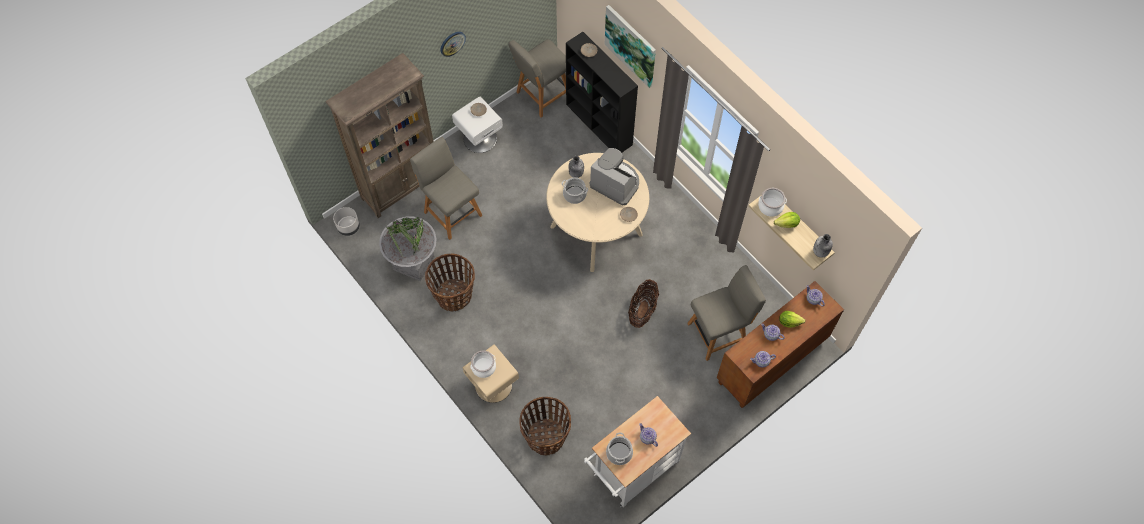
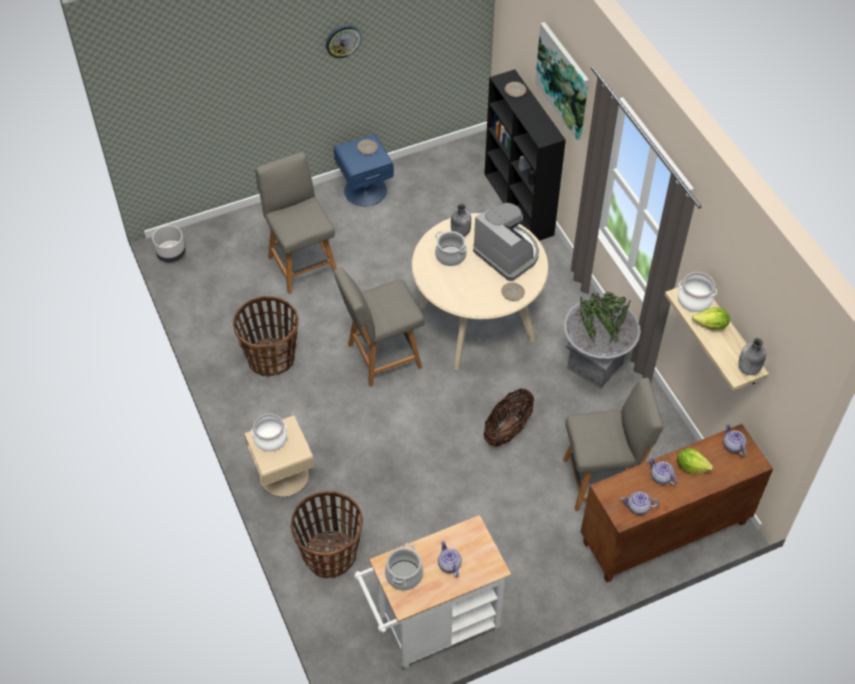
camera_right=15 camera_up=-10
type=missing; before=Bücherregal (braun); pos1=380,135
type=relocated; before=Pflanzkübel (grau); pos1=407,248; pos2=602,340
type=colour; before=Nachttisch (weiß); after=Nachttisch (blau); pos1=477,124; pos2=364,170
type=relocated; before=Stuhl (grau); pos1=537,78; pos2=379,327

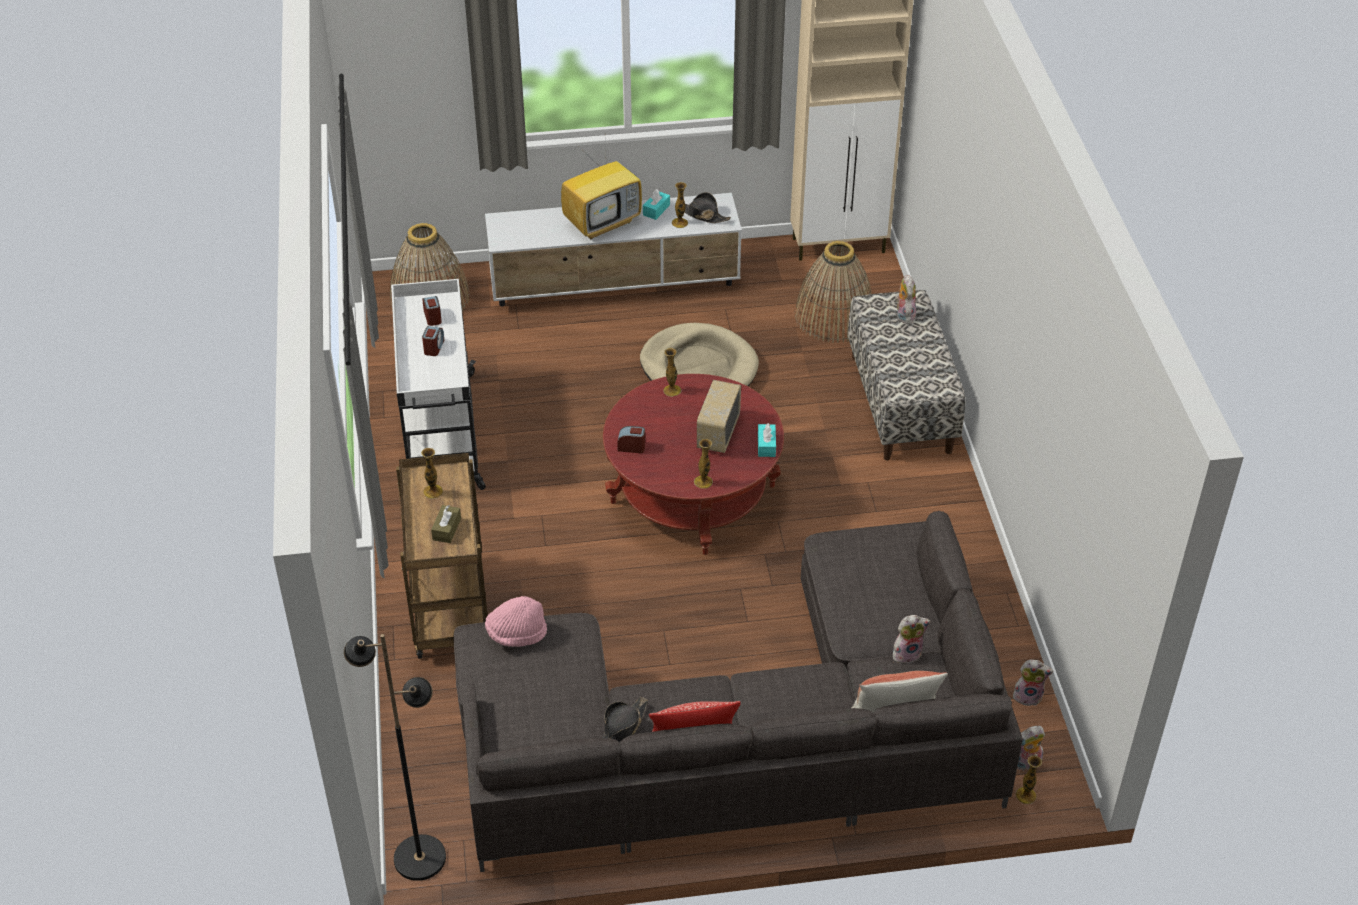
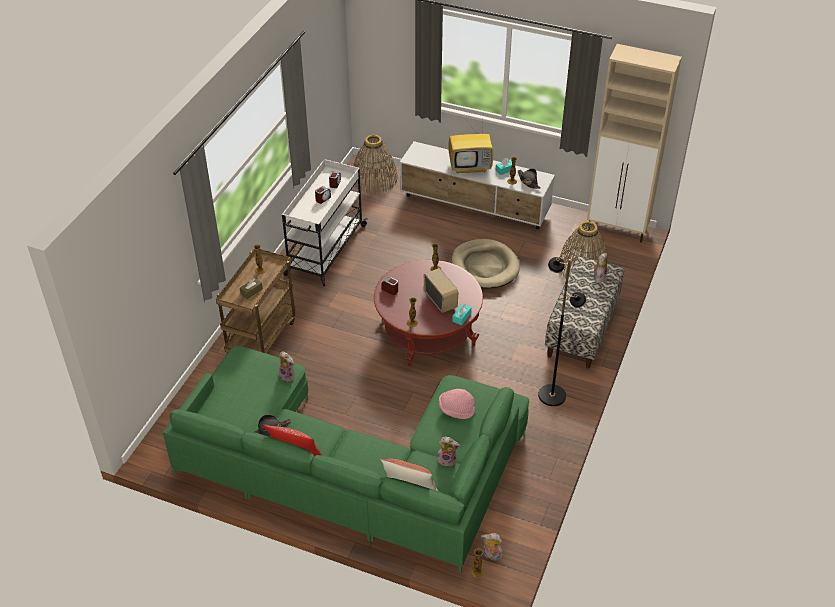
camera_right=30 camera_up=0
type=relocated; before=Stehlampe (schwarz); pos1=395,757; pos2=562,331
type=colour; before=Sofa (grau); after=Sofa (grün); pos1=738,691; pos2=346,459
type=relocated; before=Hut (rosa); pos1=516,621; pos2=457,404
type=spun; before=Radio; pos1=719,416; pos2=441,290; turn=105
type=relocated; before=Plüschtier; pos1=1033,682; pos2=287,366

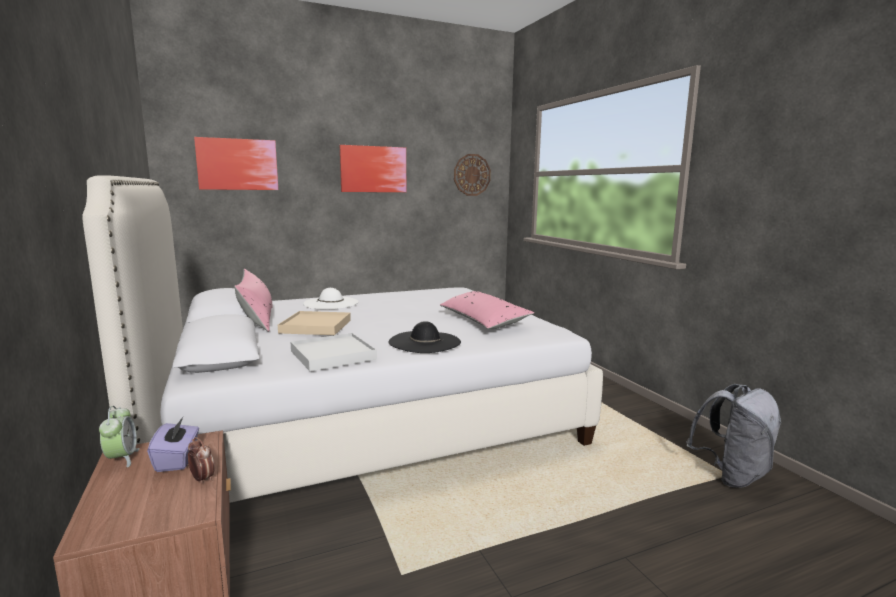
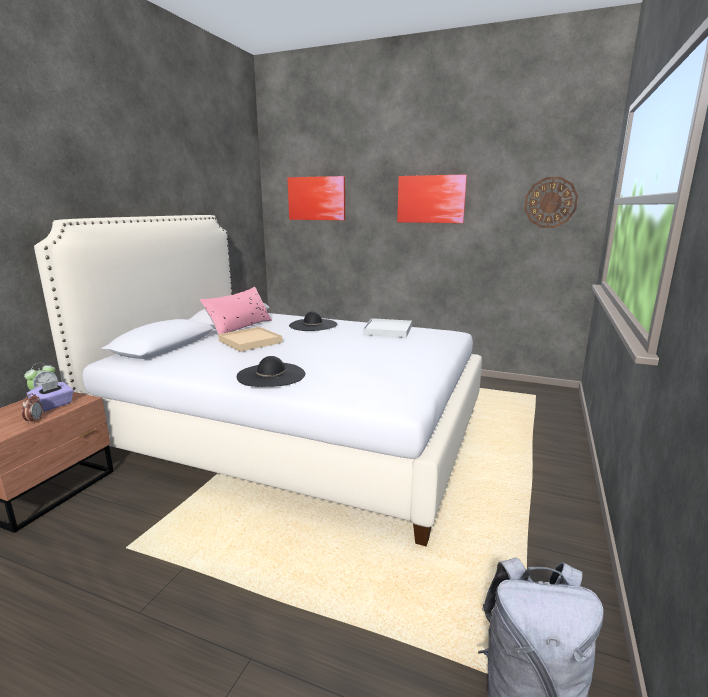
camera_right=45 camera_up=5
type=relocated; before=Tablett (weiß); pos1=334,352; pos2=387,328
type=colour; before=Hut (weiß); after=Hut (schwarz); pos1=331,298; pos2=313,321
type=missing; before=Kissen (rosa); pos1=487,310

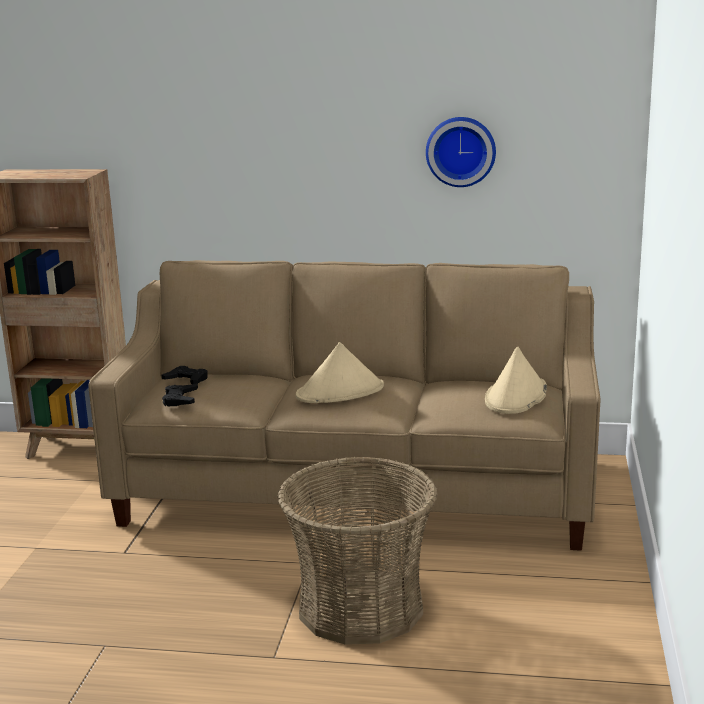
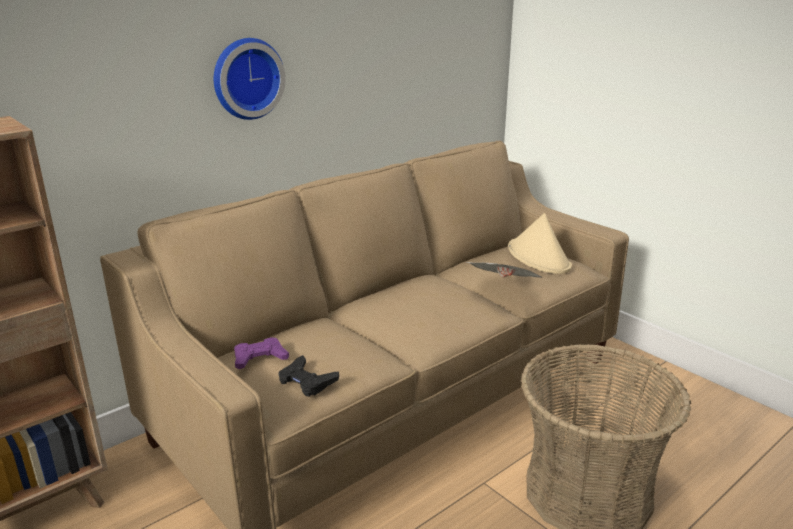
camera_right=-50 camera_up=5
type=colour; before=Gamepad (schwarz); after=Gamepad (lila); pos1=185,375; pos2=261,353
type=missing; before=Hut (beige); pos1=340,372
type=relocated; before=Wanduhr; pos1=461,152; pos2=250,79
type=appeared; after=Zeitung; pos2=503,270

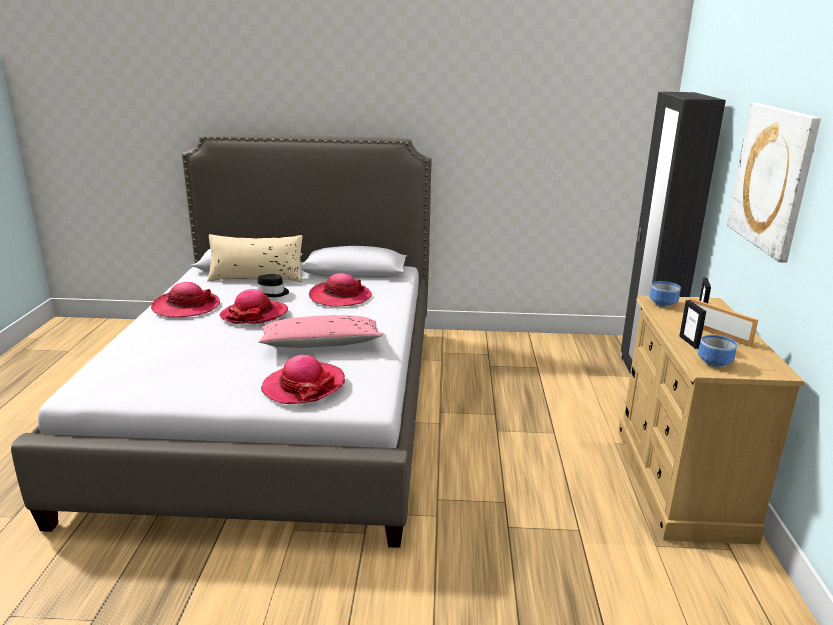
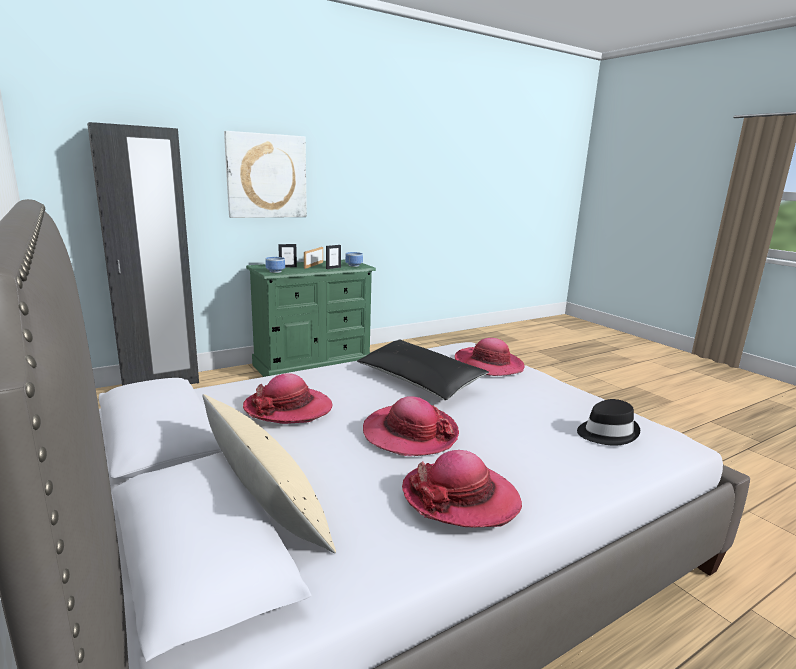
camera_right=-125 camera_up=-5
type=relocated; before=Hut (schwarz); pos1=273,285; pos2=608,422
type=colour; before=Kissen (rosa); after=Kissen (schwarz); pos1=321,331; pos2=423,370
type=colour; before=Kommode (beige); after=Kommode (grün); pos1=711,420; pos2=311,318

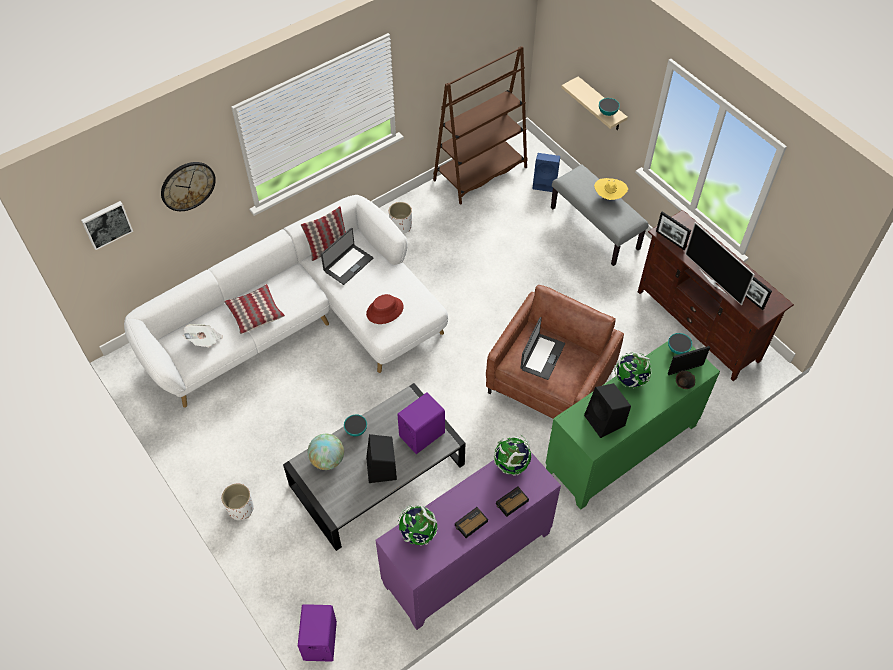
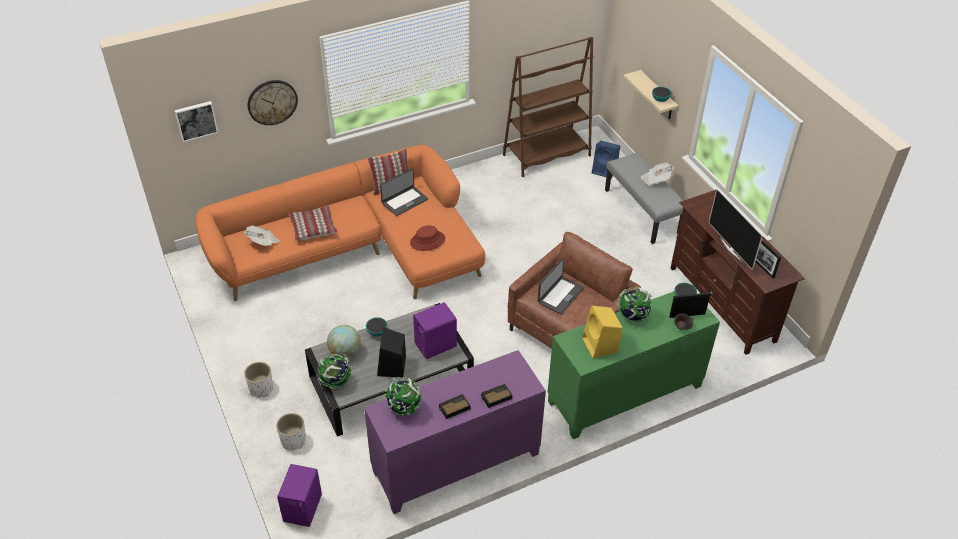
camera_right=10 camera_up=-10
type=colour; before=Sofa (weiß); after=Sofa (orange); pos1=286,301; pos2=340,223
type=relocated; before=Pflanzkübel (weiß); pos1=400,218; pos2=291,431
type=relocated; before=Globus; pos1=512,455; pos2=335,371
type=colour; before=Lautsprecher (schwarz); after=Lautsprecher (gelb); pos1=607,410; pos2=602,332
type=exchanged; before=Hut (gelb); after=Zeitung; pos1=611,189; pos2=657,174
type=missing; before=Bilderrahmen; pos1=673,231

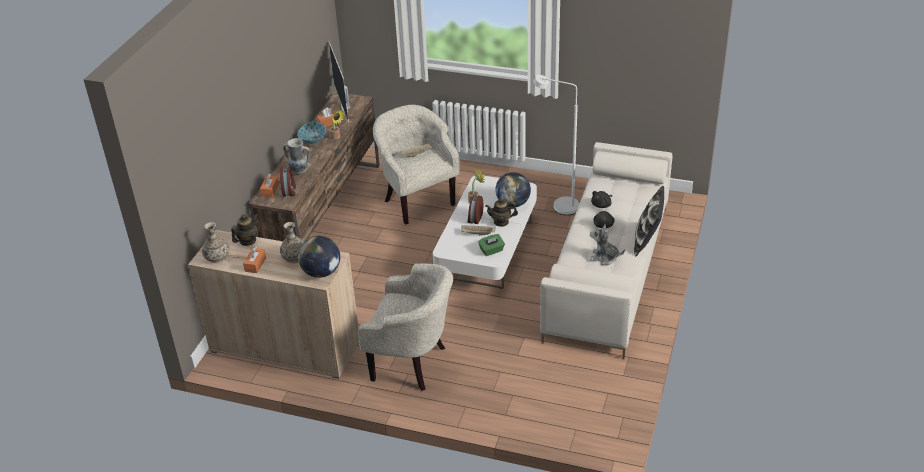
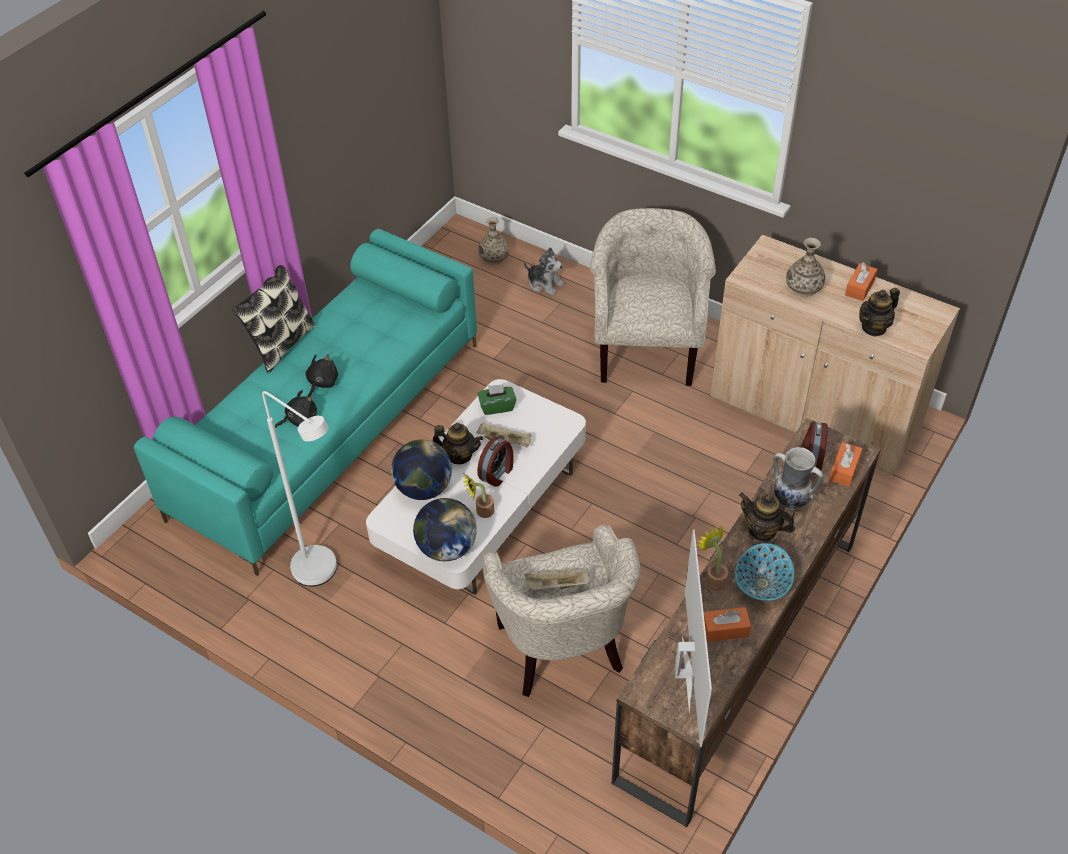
camera_right=-165 camera_up=10
type=relocated; before=Vase; pos1=215,242; pos2=493,241
type=relocated; before=Globus; pos1=319,257; pos2=445,529
type=spun; before=Sessel (beige); pos1=405,327; pos2=653,297; turn=60
type=colour; before=Sofa (beige); after=Sofa (türkis); pos1=606,250; pos2=305,402
type=relocated; before=Plüschtier; pos1=607,245; pos2=544,271
type=appeared; after=Teekanne; pos2=767,516

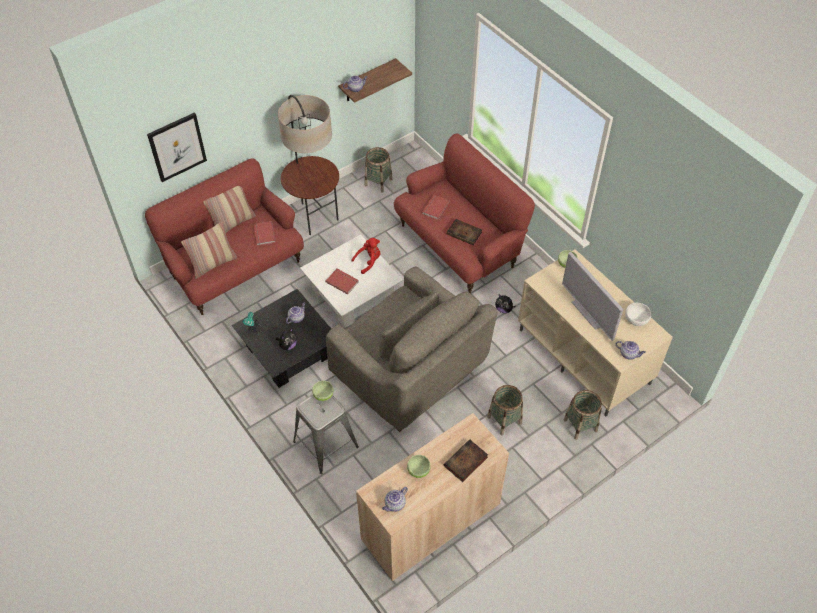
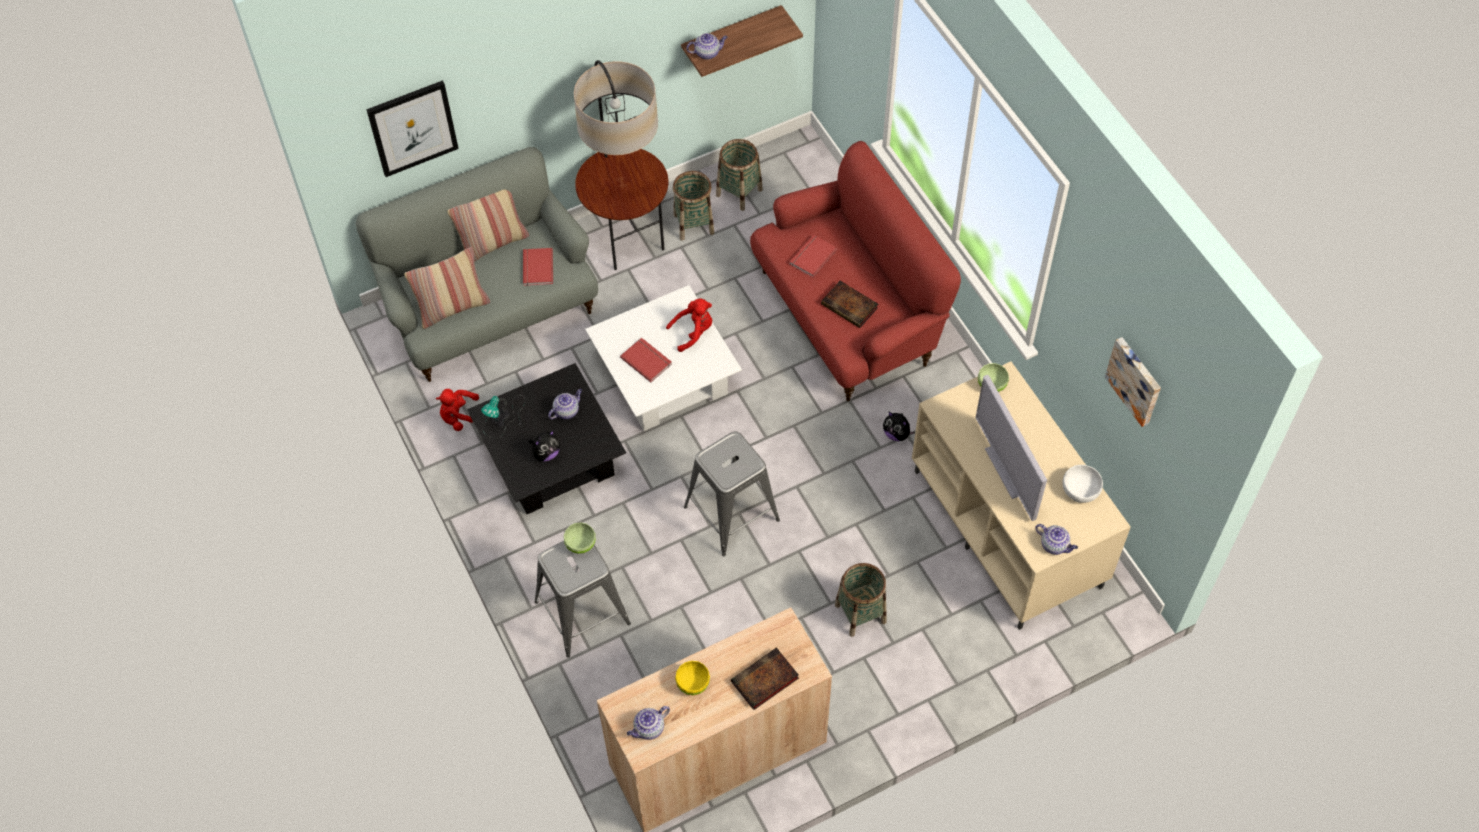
camera_right=10 camera_up=5
type=colour; before=Sofa (rot); after=Sofa (grau); pos1=224,237; pos2=477,264
type=exchanged; before=Sessel (grau); after=Hocker (grau); pos1=412,349; pos2=732,493
type=colour; before=Schüssel (grün); after=Schüssel (gelb); pos1=418,466; pos2=692,678
type=relocated; before=Korb; pos1=583,415; pos2=693,206
type=appeared; after=Plüschtier (rot); pos2=457,410
type=appeared; after=Bild; pos2=1133,382

